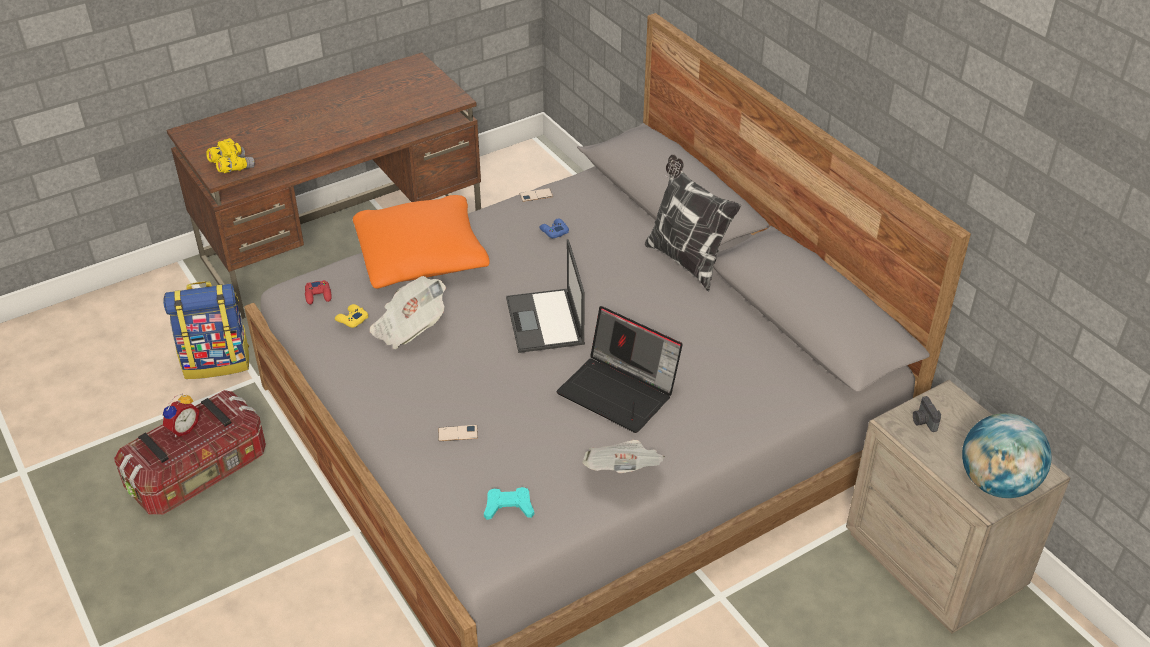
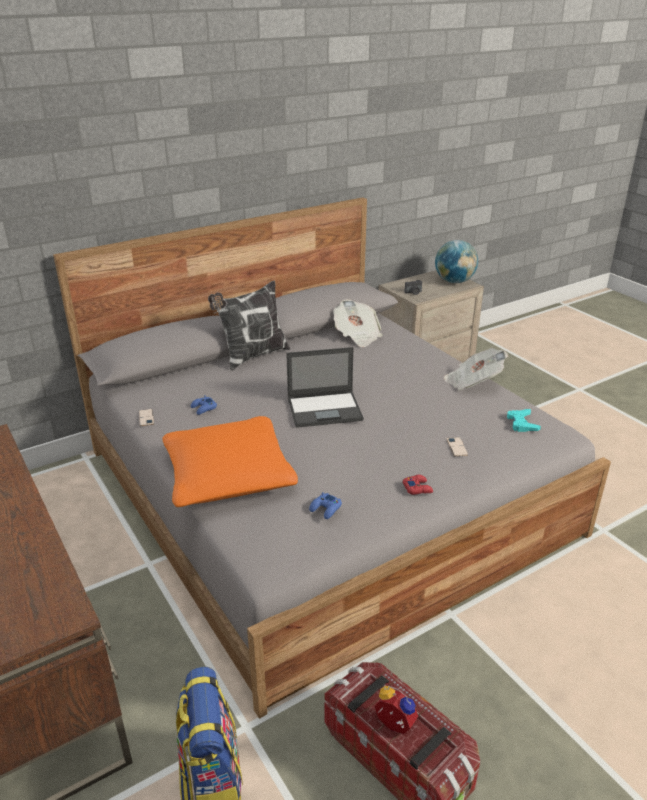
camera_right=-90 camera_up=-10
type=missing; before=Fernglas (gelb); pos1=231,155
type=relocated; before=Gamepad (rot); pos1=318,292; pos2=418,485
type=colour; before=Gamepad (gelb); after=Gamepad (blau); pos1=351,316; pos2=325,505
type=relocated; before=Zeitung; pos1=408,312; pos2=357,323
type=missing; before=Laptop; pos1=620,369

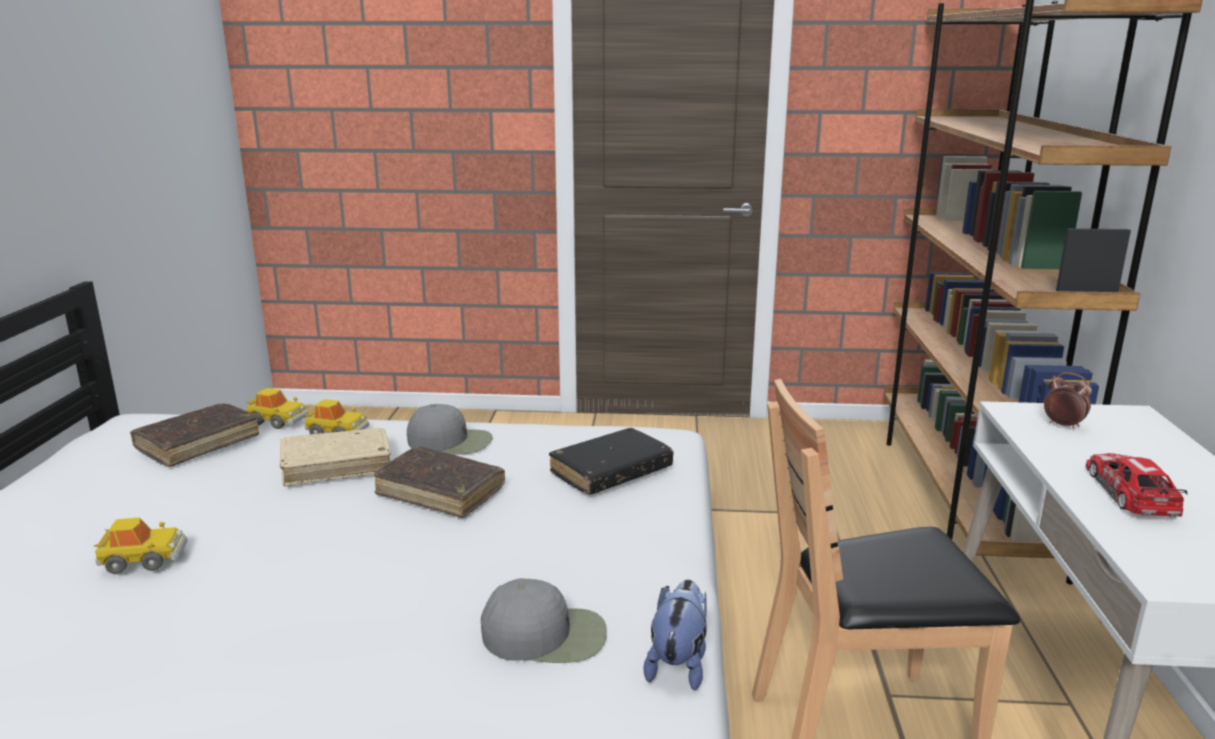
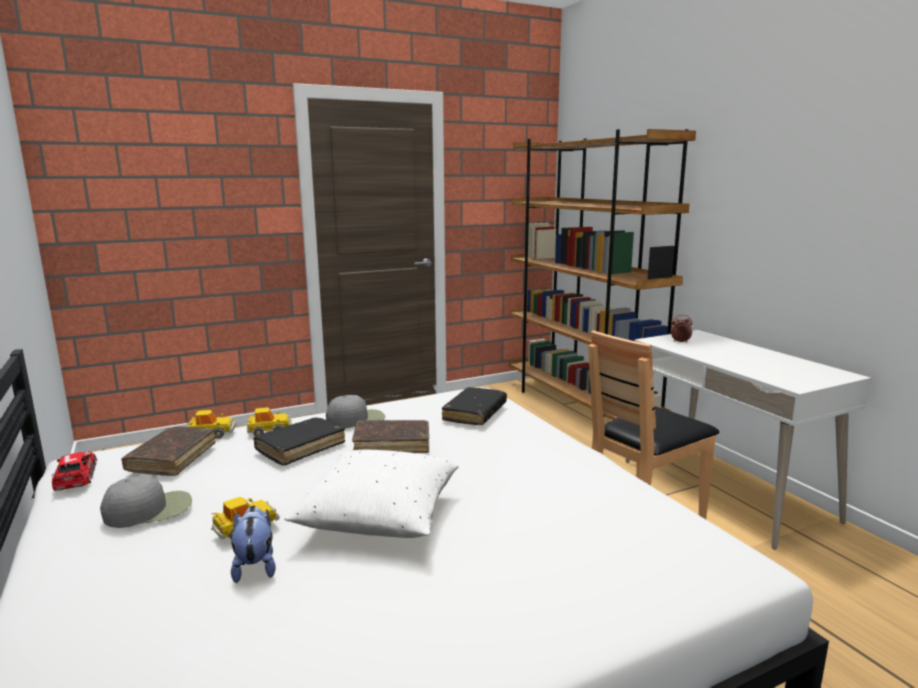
camera_right=-30 camera_up=-5
type=colour; before=Buch (beige); after=Buch (schwarz); pos1=335,457; pos2=299,442
type=relocated; before=Kappe (grau); pos1=544,620; pos2=146,502
type=relocated; before=Plüschtier; pos1=675,635; pos2=253,544
type=relocated; before=Spielzeugauto; pos1=1137,485; pos2=74,471
type=appeared; after=Kissen (weiß); pos2=372,494

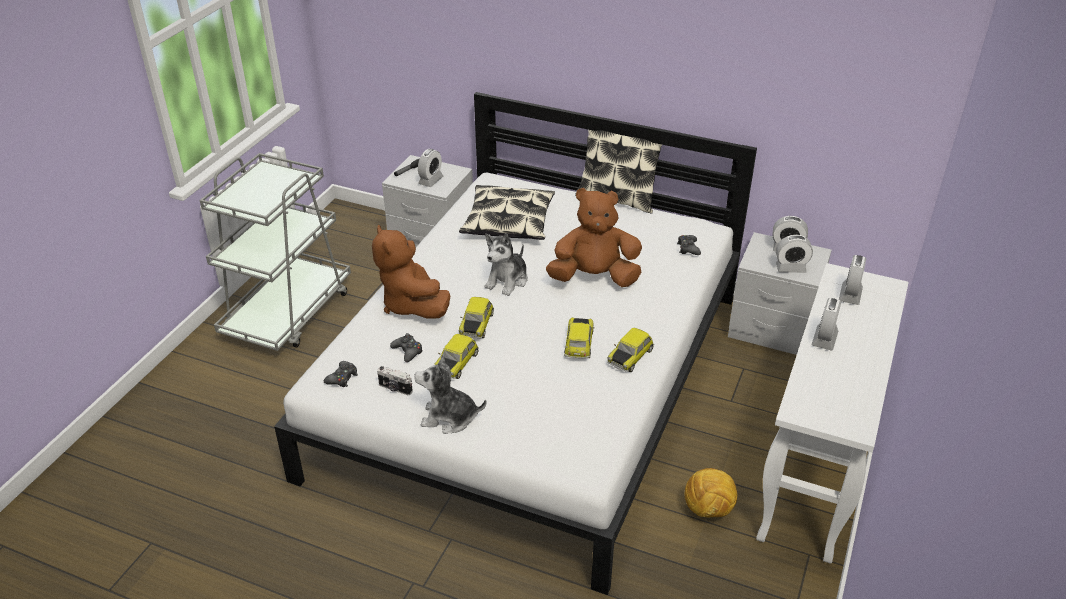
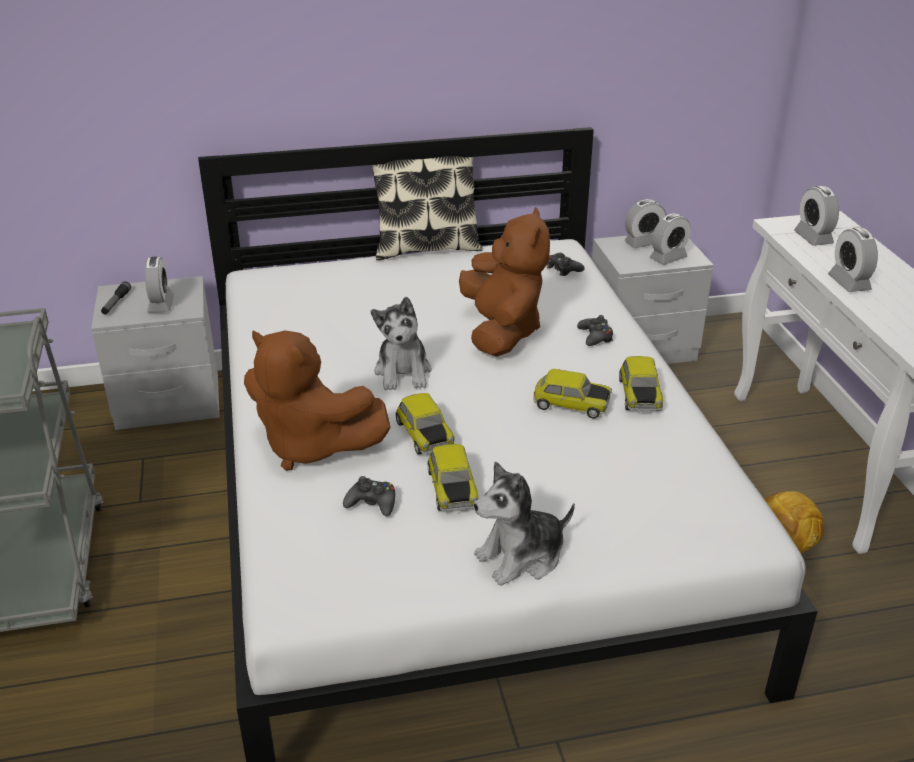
camera_right=-35 camera_up=-5
type=relocated; before=Gamepad (schwarz); pos1=341,374; pos2=595,330
type=missing; before=Kamera; pos1=395,380
type=missing; before=Kissen; pos1=507,212
type=spun; before=Plüschtier (braun); pos1=594,237; pos2=504,282; turn=120
type=spun; before=Spielzeugauto; pos1=579,337; pos2=572,394; turn=135

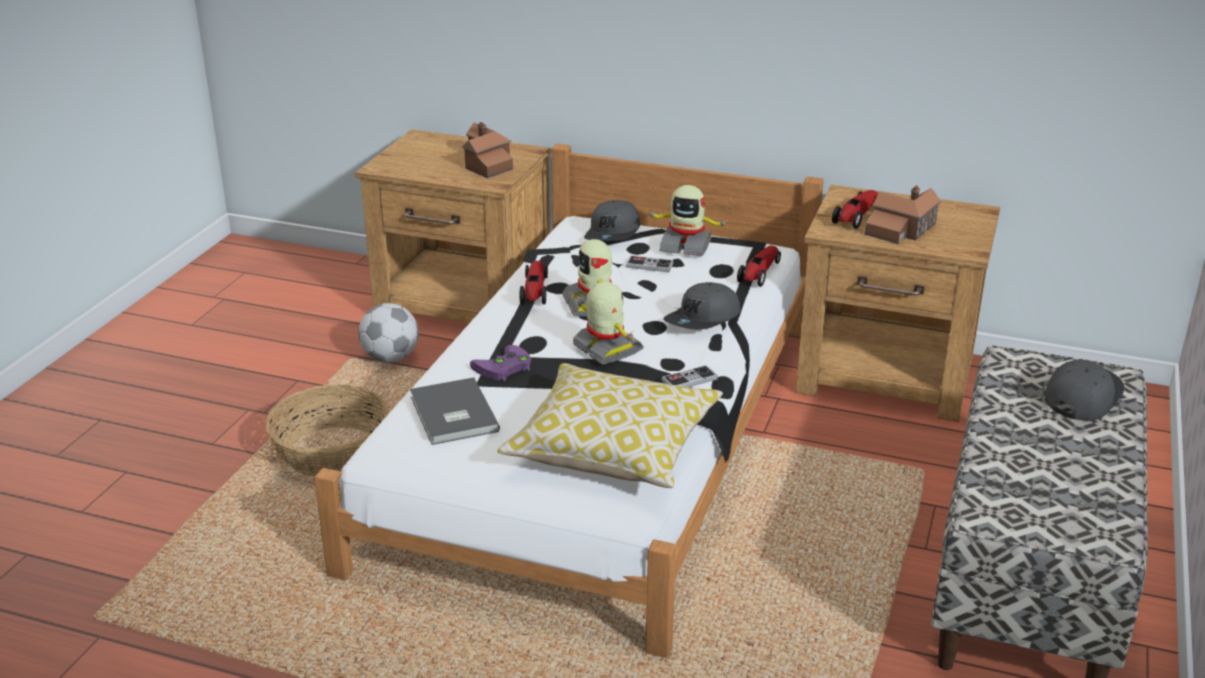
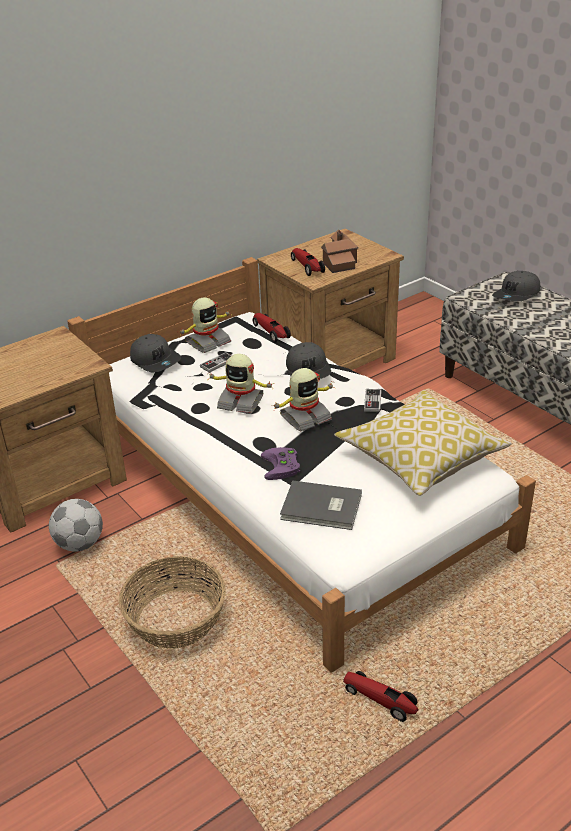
camera_right=-55 camera_up=5
type=missing; before=Spielzeughaus; pos1=487,150
type=relocated; before=Spielzeugauto; pos1=534,282; pos2=380,696
type=spun; before=Spielzeugroboter; pos1=608,323; pos2=303,400; turn=150
type=spun; before=Kappe (grau); pos1=1084,390; pos2=516,286; turn=-120

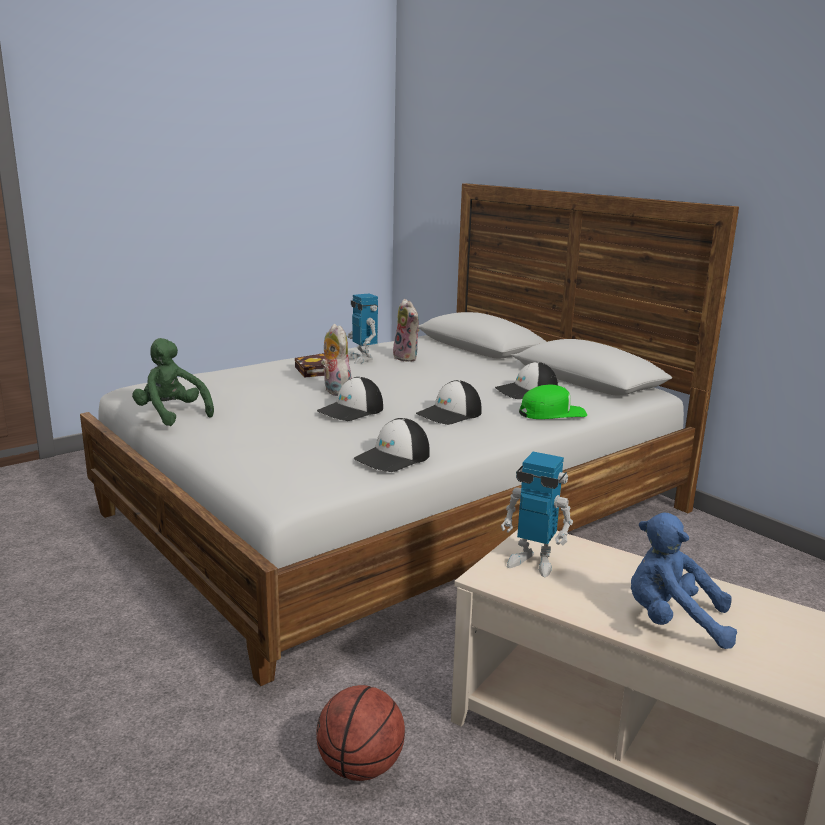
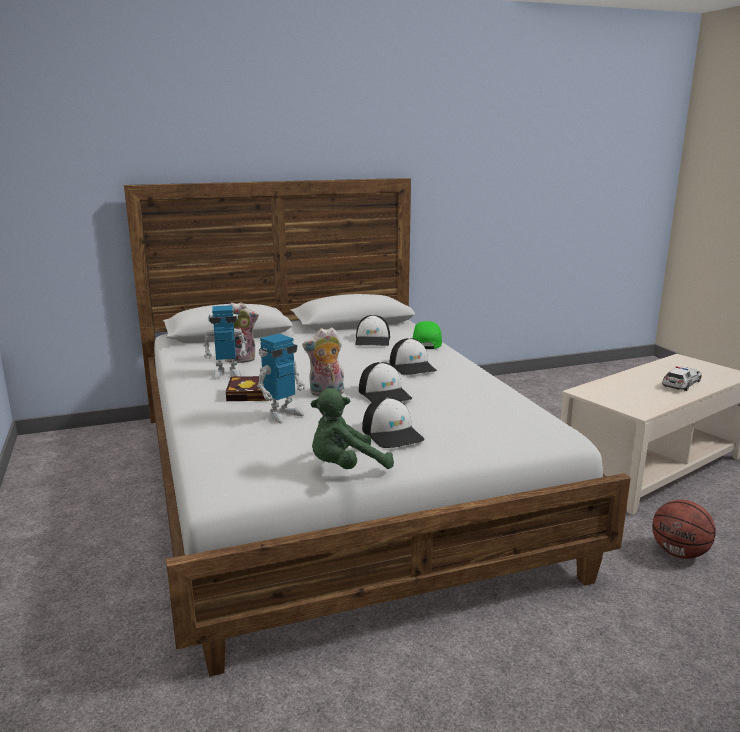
camera_right=-70 camera_up=0
type=relocated; before=Kappe; pos1=392,445; pos2=393,422
type=relocated; before=Spielzeugroboter; pos1=537,514; pos2=281,378
type=exchanged; before=Plüschtier (blau); after=Spielzeugauto; pos1=684,580; pos2=682,378

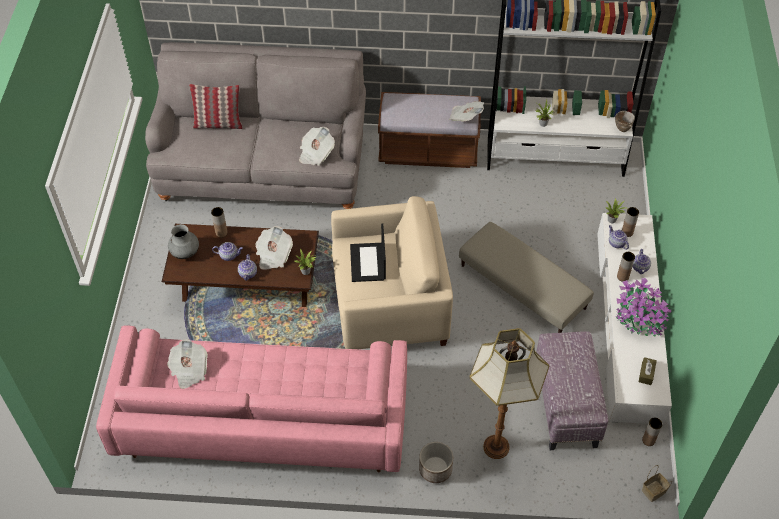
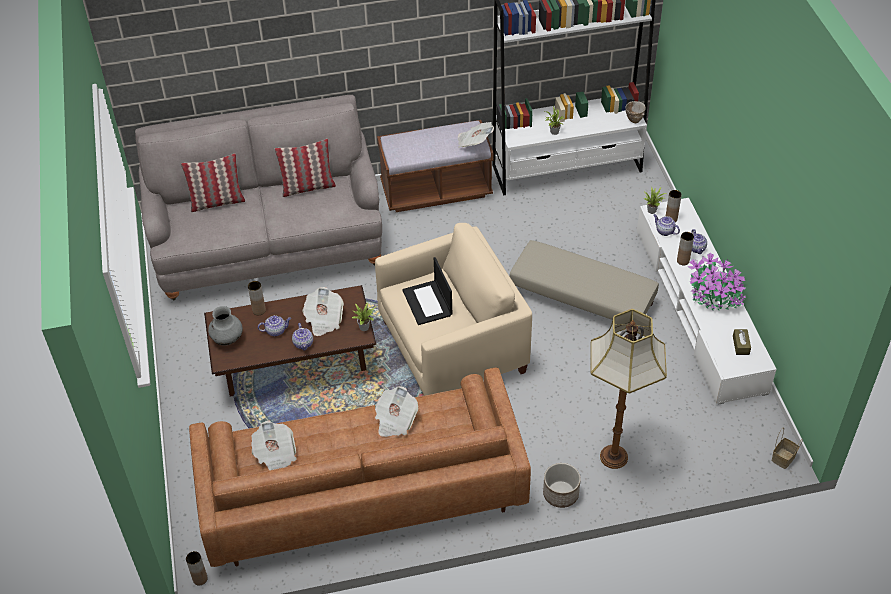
camera_right=-15 camera_up=-5
type=colour; before=Sofa (rosa); after=Sofa (braun); pos1=251,398; pos2=360,467
type=relocated; before=Zeitung; pos1=317,146; pos2=396,411
type=missing; before=Polsterhocker; pos1=572,391
type=relocated; before=Vase (braun); pos1=652,432; pos2=197,568
type=appeared; after=Kissen; pos2=305,168

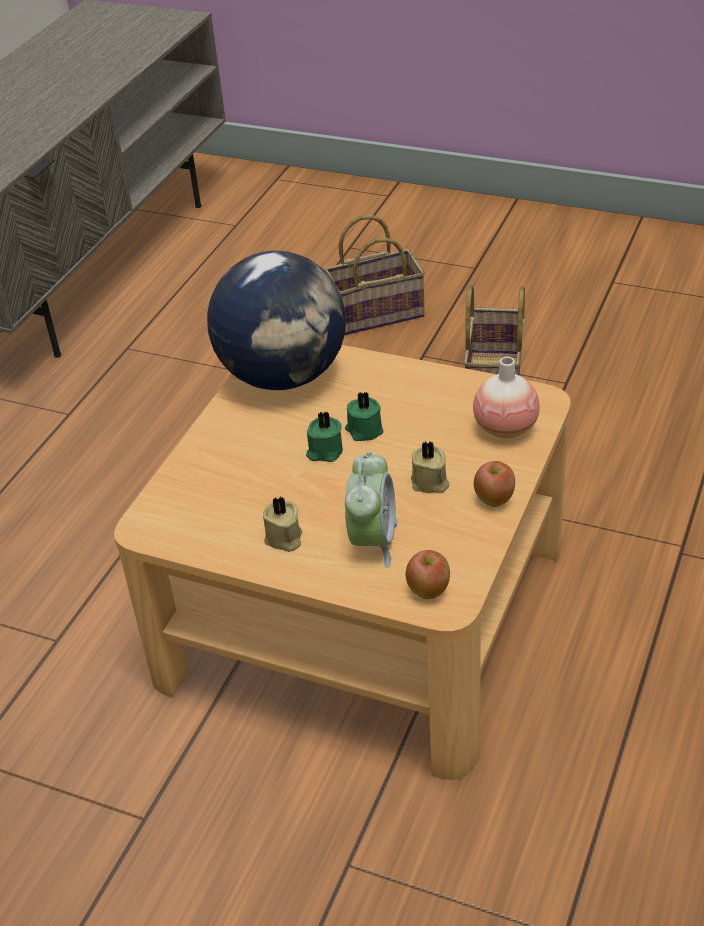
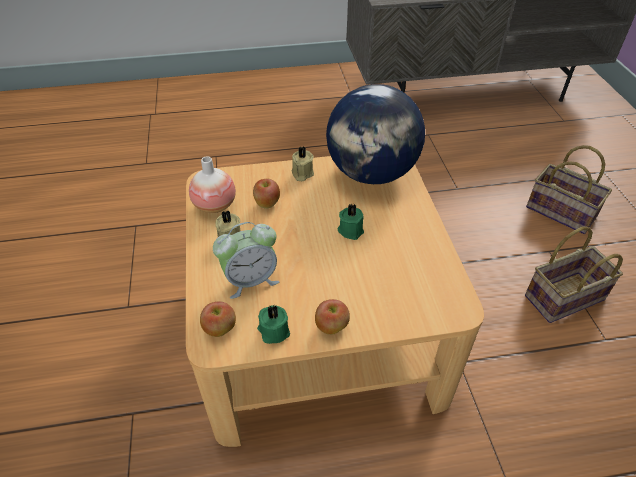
camera_right=55 camera_up=5
type=relocated; before=Kerze (grün); pos1=324,437; pos2=273,324
type=relocated; before=Kerze (beige); pos1=430,467; pos2=302,163
type=relocated; before=Vase; pos1=506,397; pos2=212,184
type=appeared; after=Apfel; pos2=266,194

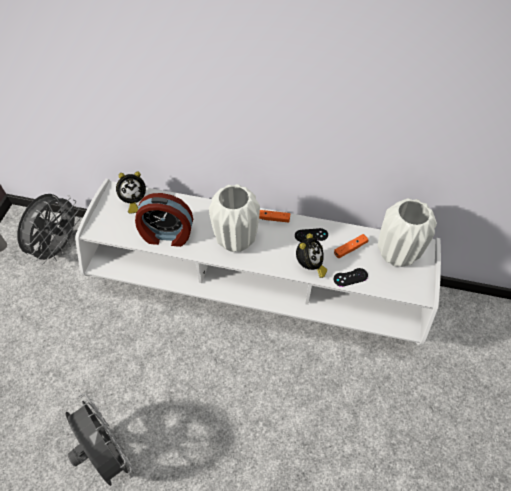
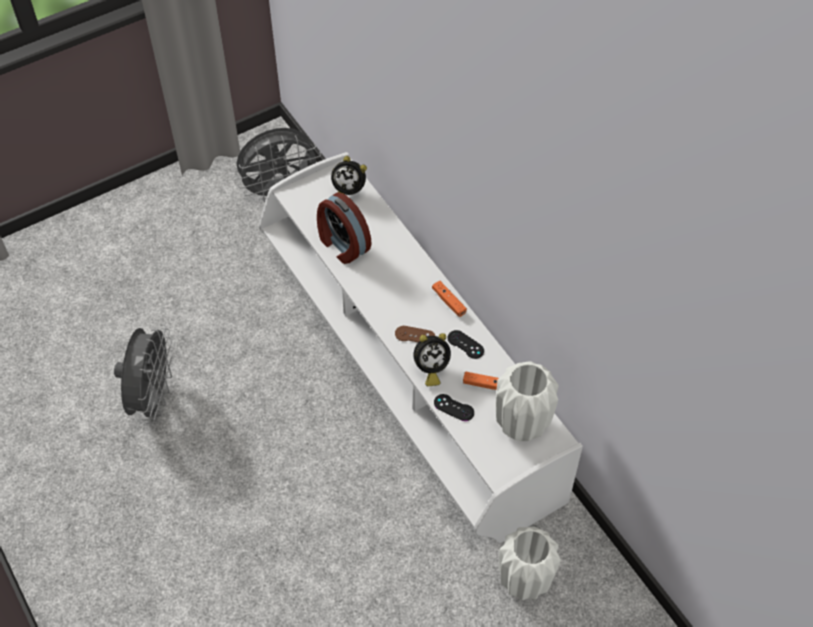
camera_right=45 camera_up=0
type=relocated; before=Vase (weiß); pos1=234,218; pos2=530,563
type=appeared; after=Gamepad (braun); pos2=415,334

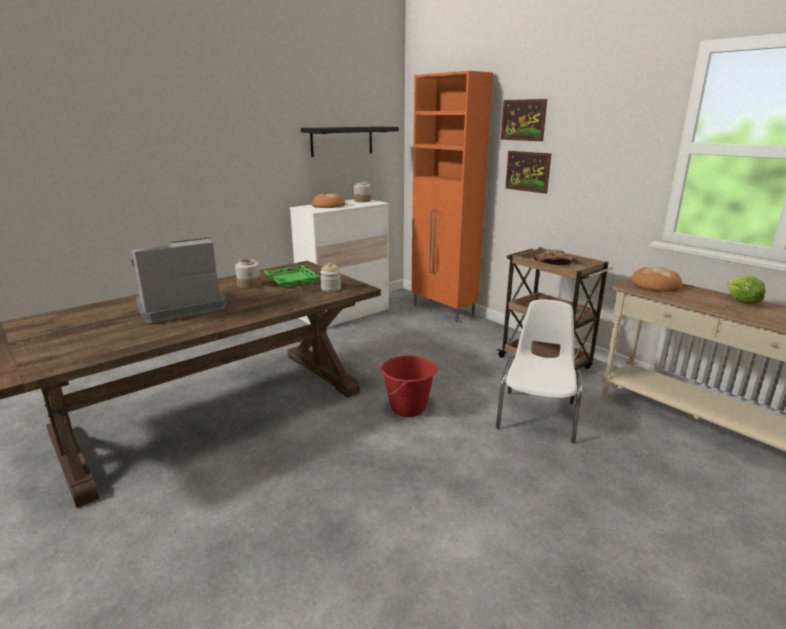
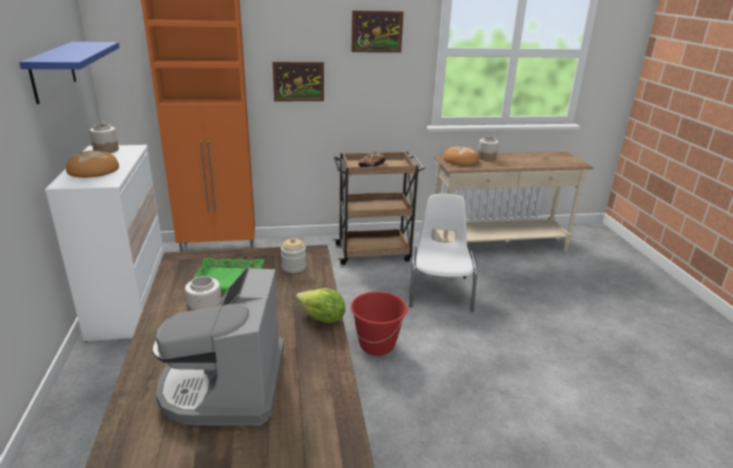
camera_right=-60 camera_up=5
type=colour; before=Wandregal (schwarz); after=Wandregal (blau); pos1=350,141; pos2=69,73
type=spun; before=Stuhl (weiß); pos1=539,371; pos2=443,253; turn=45
type=relocated; before=Bild; pos1=524,120; pos2=377,31
type=relocated; before=Salatkopf; pos1=746,290; pos2=320,305
type=appeared; after=Vorratsglas; pos2=488,149

